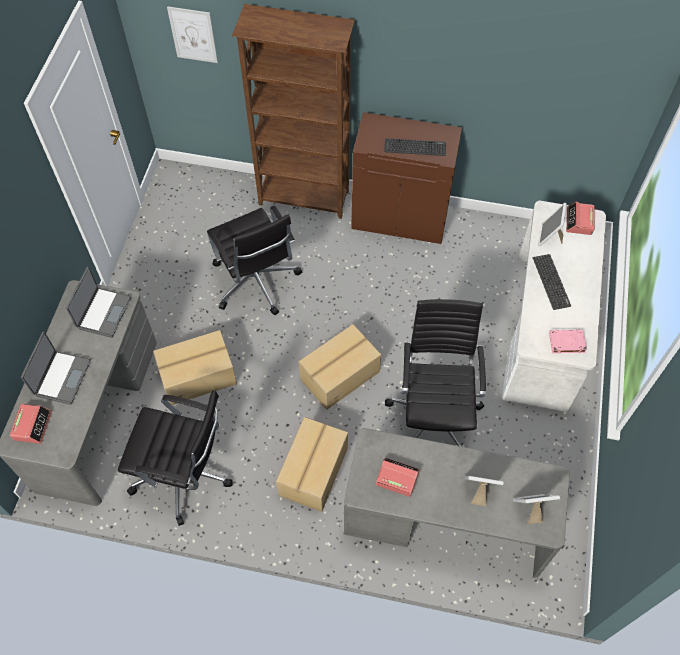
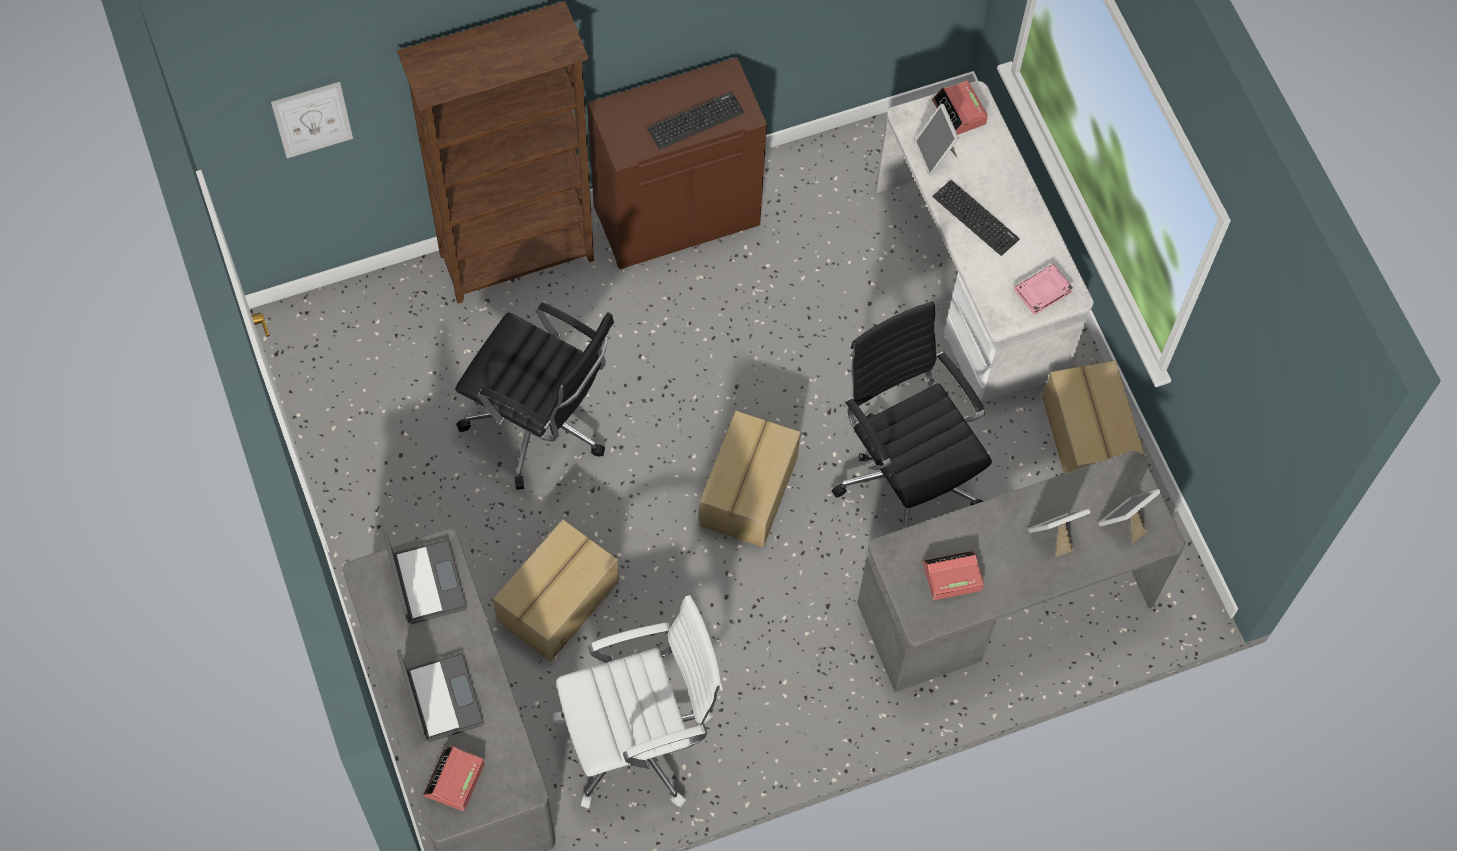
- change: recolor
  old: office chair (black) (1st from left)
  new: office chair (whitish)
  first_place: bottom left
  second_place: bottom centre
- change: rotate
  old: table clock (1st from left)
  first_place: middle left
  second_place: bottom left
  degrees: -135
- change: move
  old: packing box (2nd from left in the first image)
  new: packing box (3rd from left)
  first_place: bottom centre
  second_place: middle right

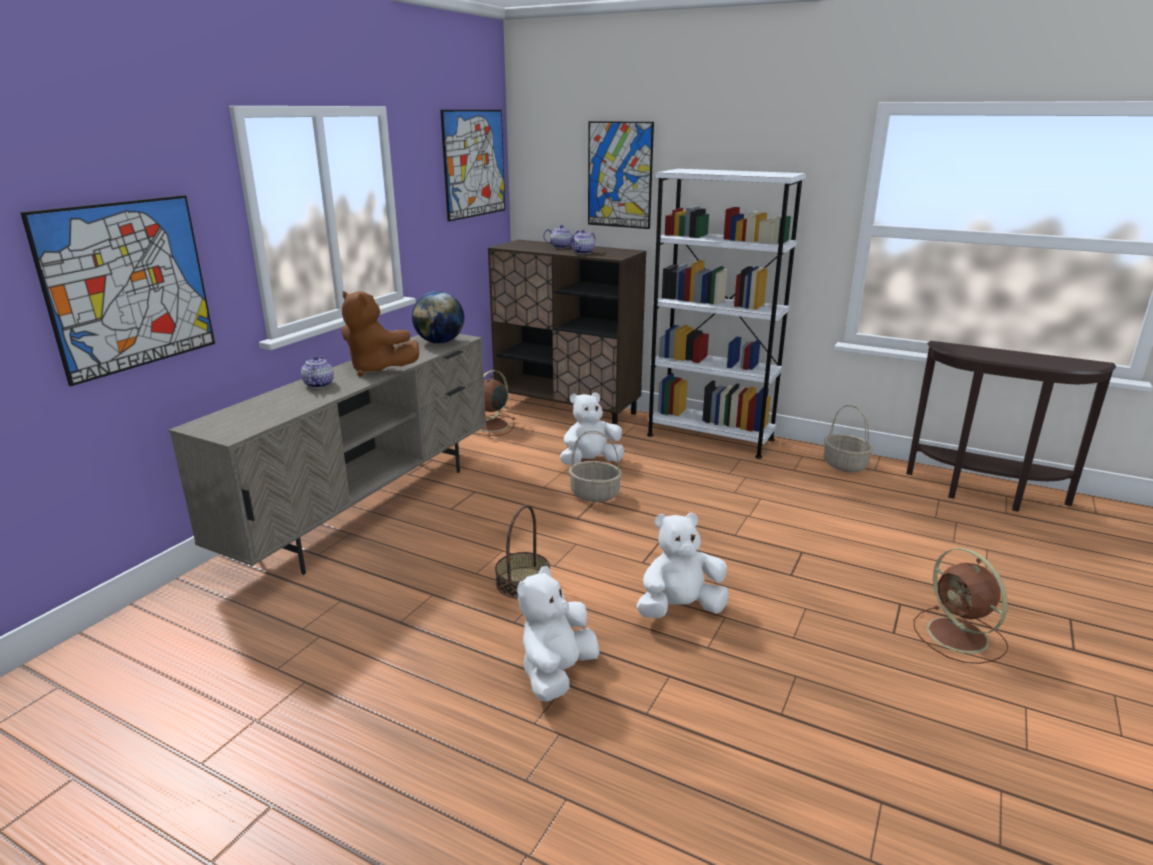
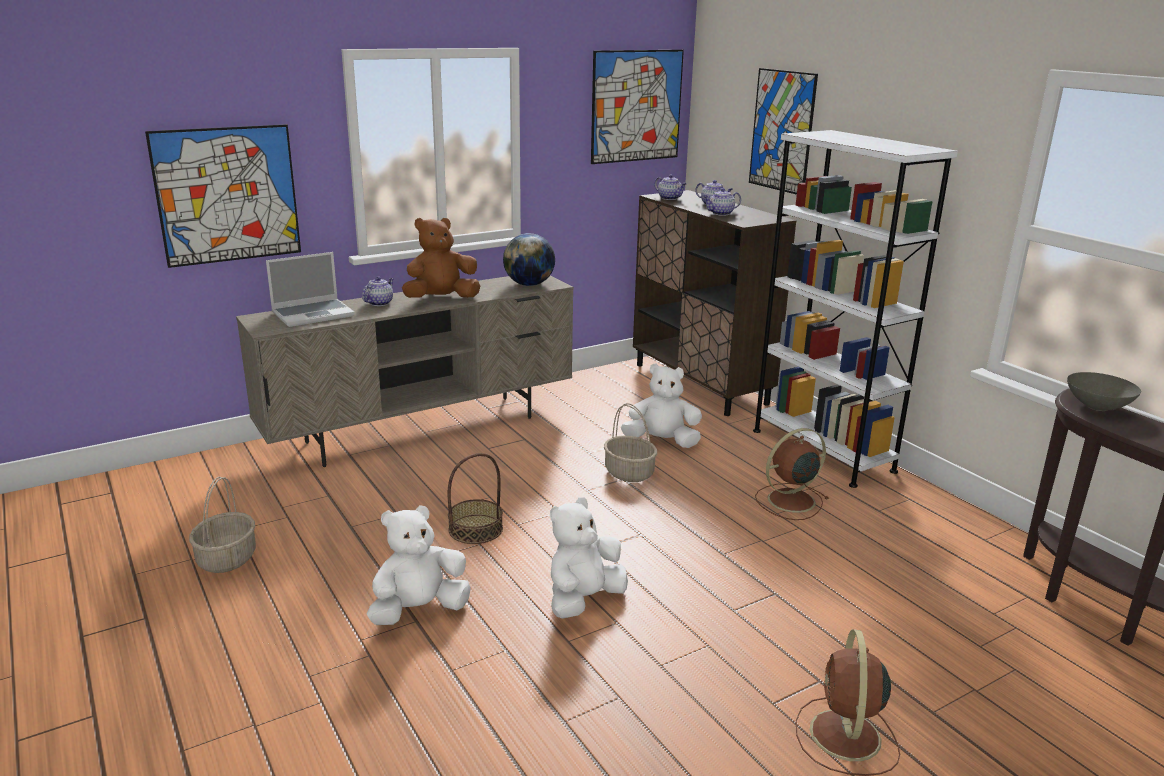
- change: rotate
  old: cuddly toy (brown-coloured)
  first_place: middle left
  second_place: top centre
  degrees: 90
- change: move
  old: cooling fan (brown-coloured) (1st from left)
  first_place: centre
  second_place: middle right
- change: move
  old: storage basket (3rd from left in the first image)
  new: storage basket (1st from left)
  first_place: middle right
  second_place: bottom left
- change: rotate
  old: cuddly toy (whitish) (3rd from left in the first image)
  first_place: centre
  second_place: bottom centre
  degrees: -60
- change: insert
  new: teapot (2nd from left)
  second_place: top centre
- change: insert
  new: portable computer
  second_place: middle left
- change: insert
  new: serving bowl (grey)
  second_place: middle right

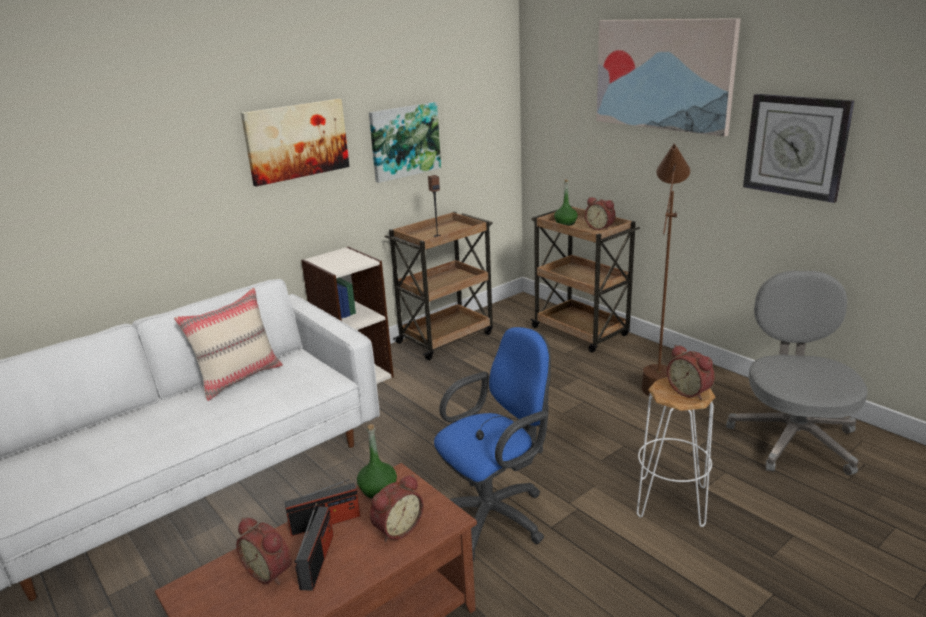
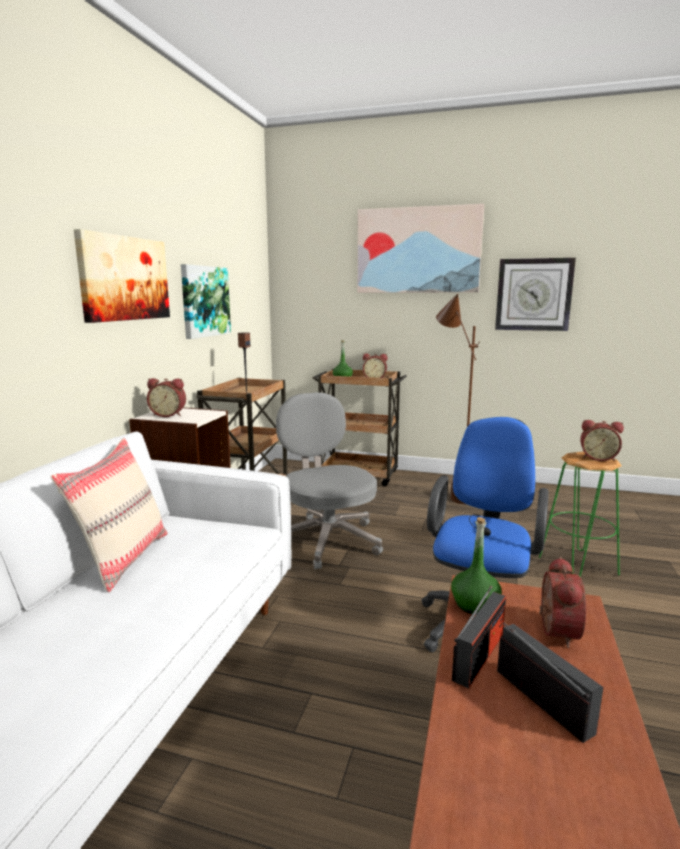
- change: move
  old: office chair (grey)
  first_place: middle right
  second_place: centre
- change: recolor
  old: stool seat (whitish)
  new: stool seat (green-coloured)
  first_place: bottom right
  second_place: middle right
- change: move
  old: table clock (1st from left)
  first_place: bottom left
  second_place: middle left

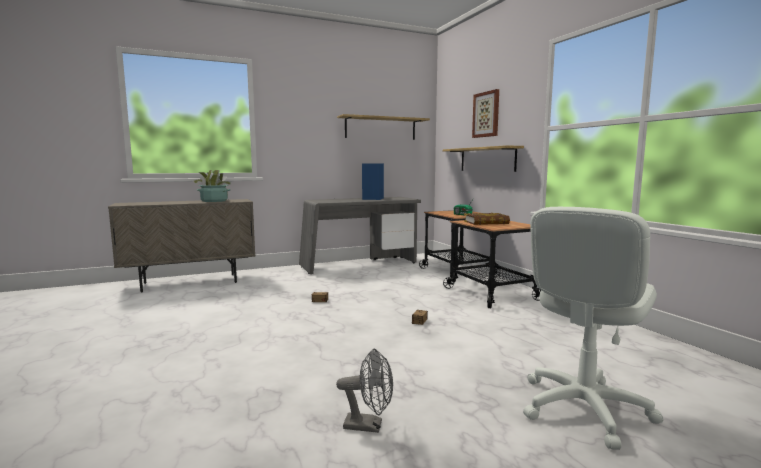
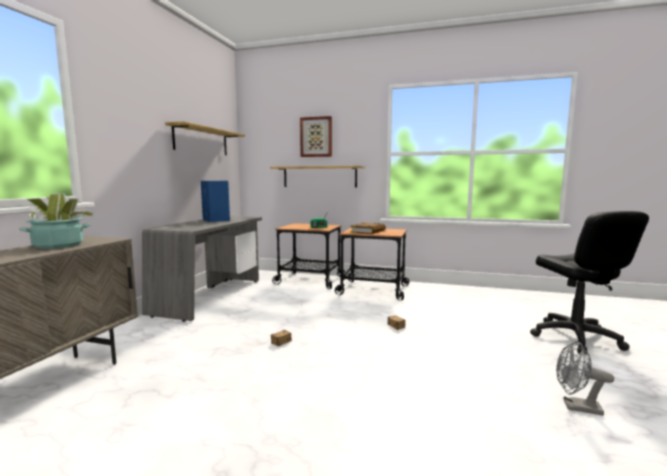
- change: recolor
  old: office chair (whitish)
  new: office chair (black)
  first_place: bottom right
  second_place: middle right
- change: rotate
  old: cooling fan (grey)
  first_place: bottom centre
  second_place: bottom right
  degrees: -120

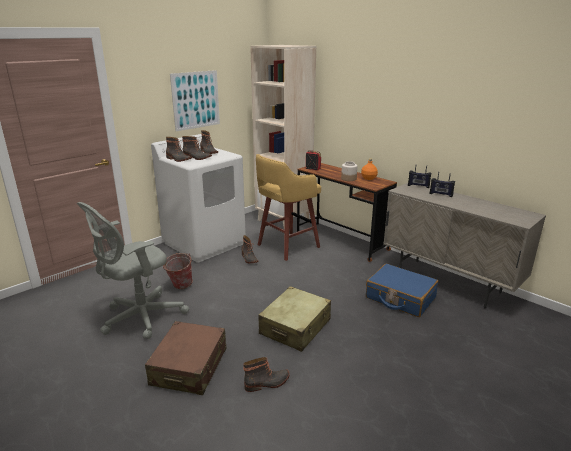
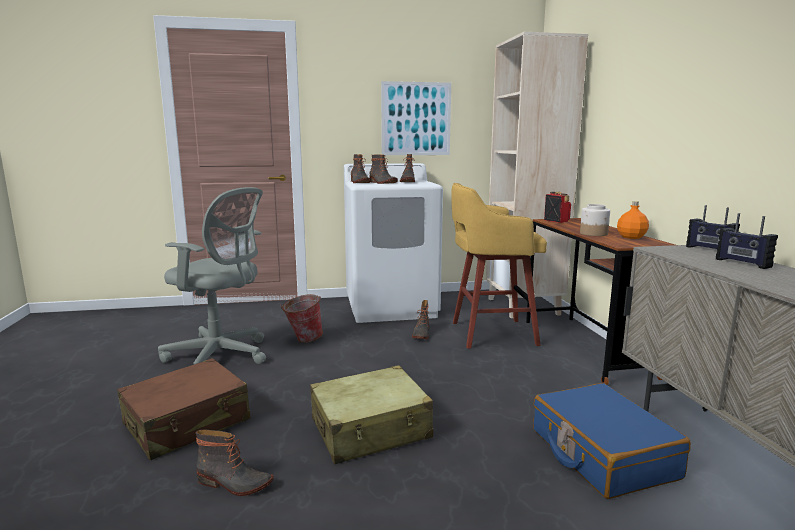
- change: rotate
  old: office chair (grey)
  first_place: middle left
  second_place: middle left
  degrees: -150

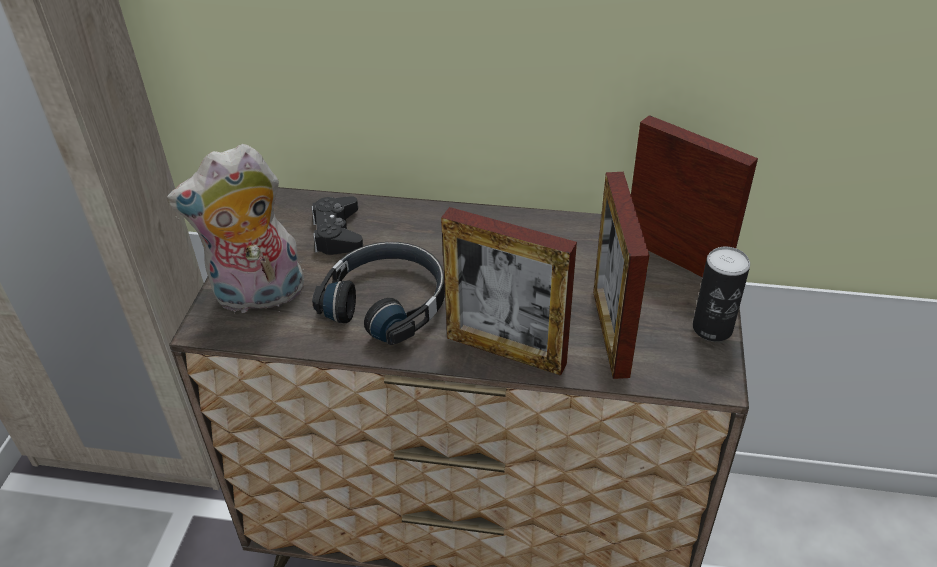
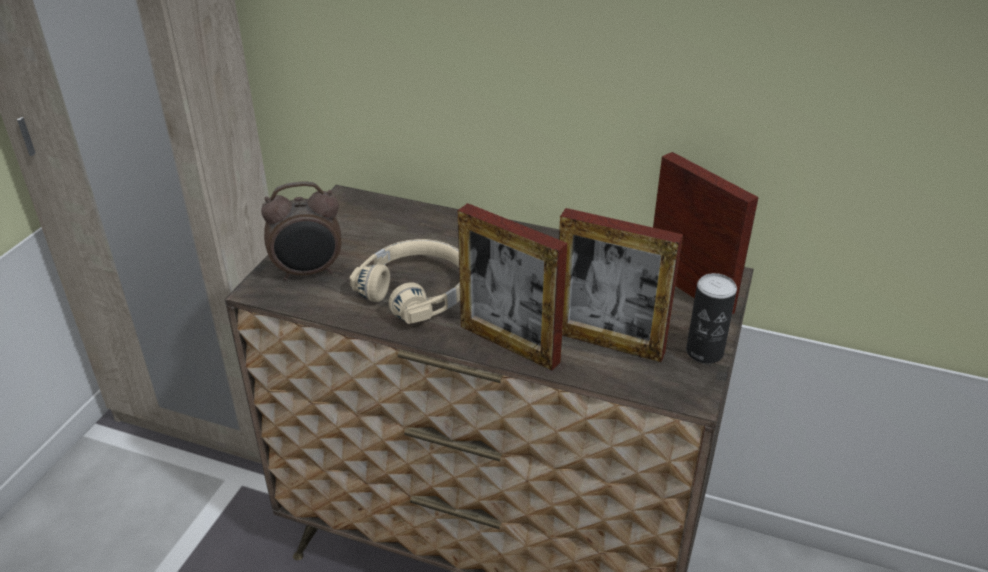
- change: replace
  old: cuddly toy
  new: table clock
  first_place: middle left
  second_place: middle left
- change: rotate
  old: photo frame (2nd from left)
  first_place: centre
  second_place: centre
  degrees: -75
- change: delete
  old: joypad (black)
  first_place: centre
- change: recolor
  old: headset (black)
  new: headset (beige-coloured)
  first_place: centre
  second_place: centre

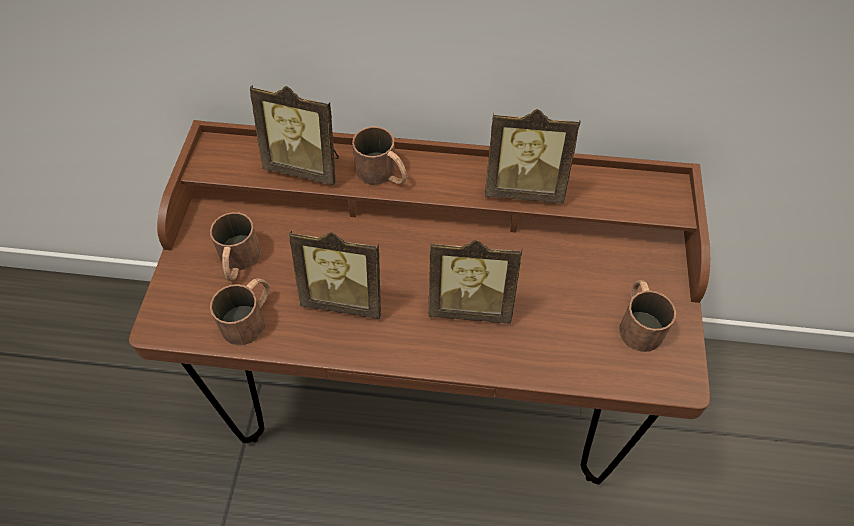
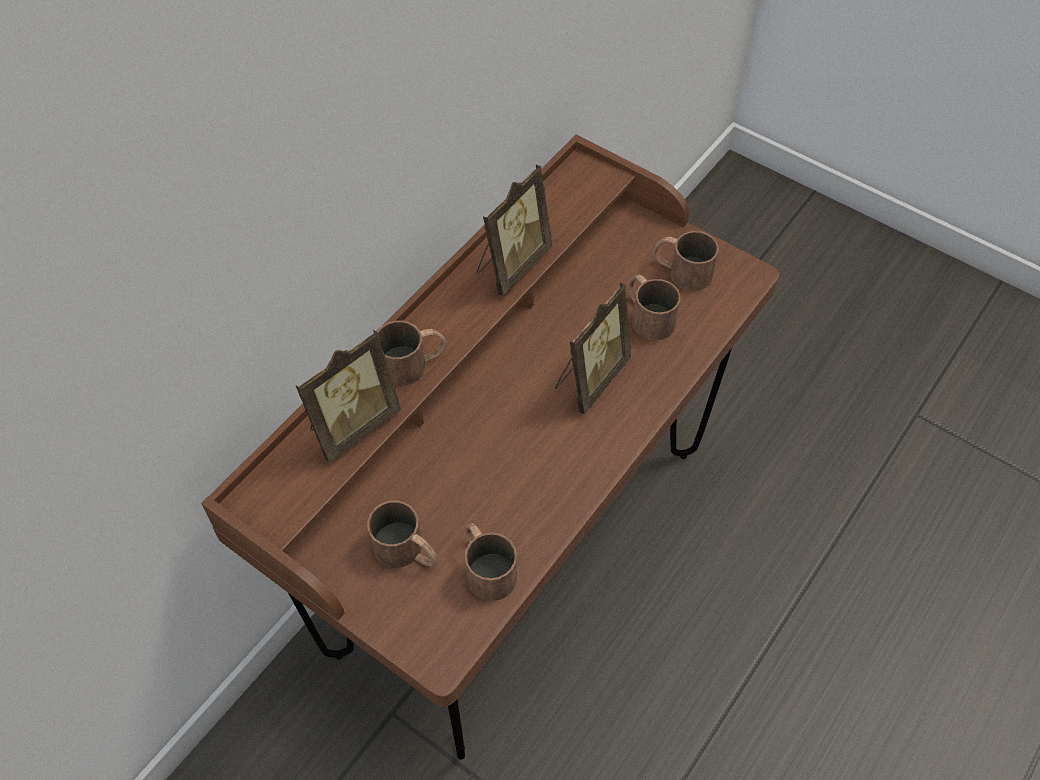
- change: delete
  old: photo frame (2nd from left)
  first_place: centre
- change: insert
  new: tea mug (brown-coloured) (4th from left)
  second_place: centre

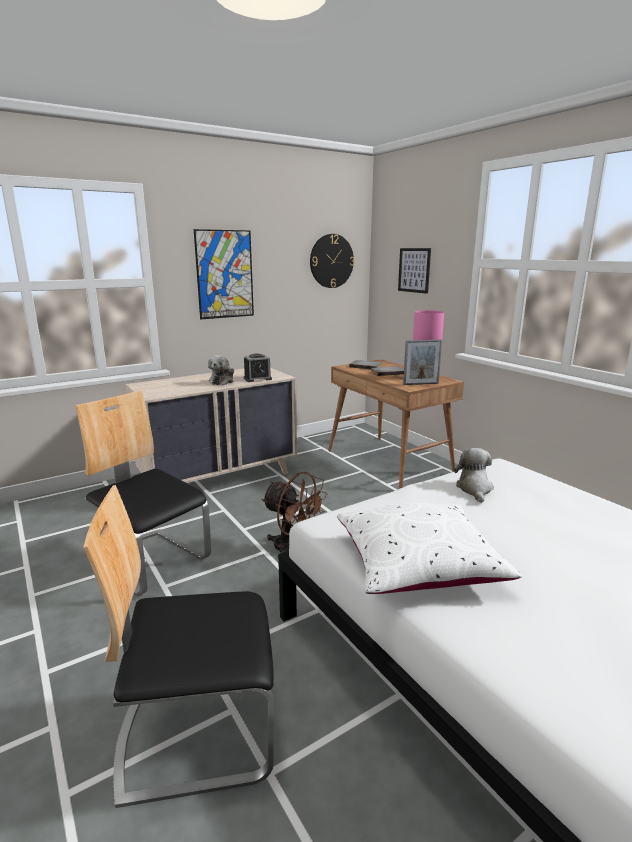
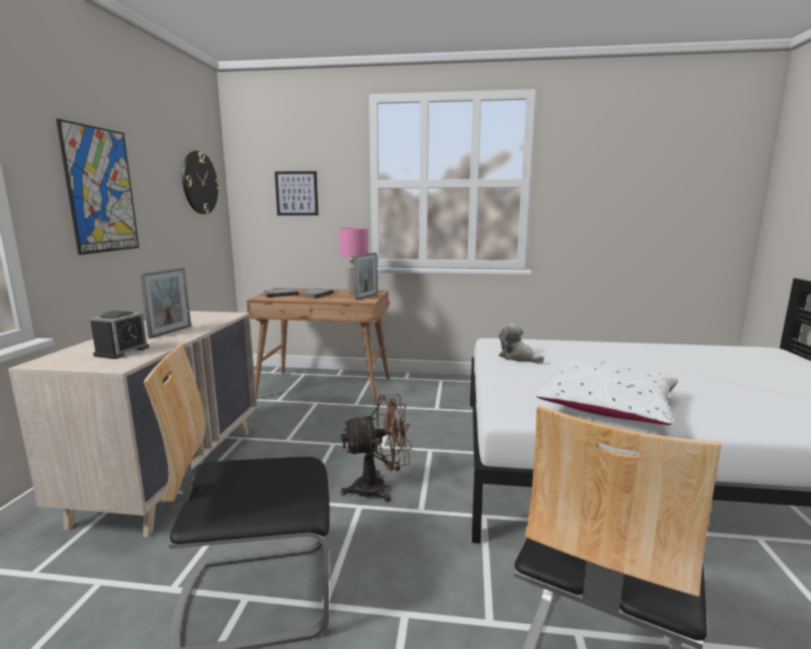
- change: move
  old: table clock
  first_place: centre
  second_place: middle left
- change: replace
  old: cuddly toy (1st from left)
  new: photo frame (1st from left)
  first_place: centre
  second_place: middle left

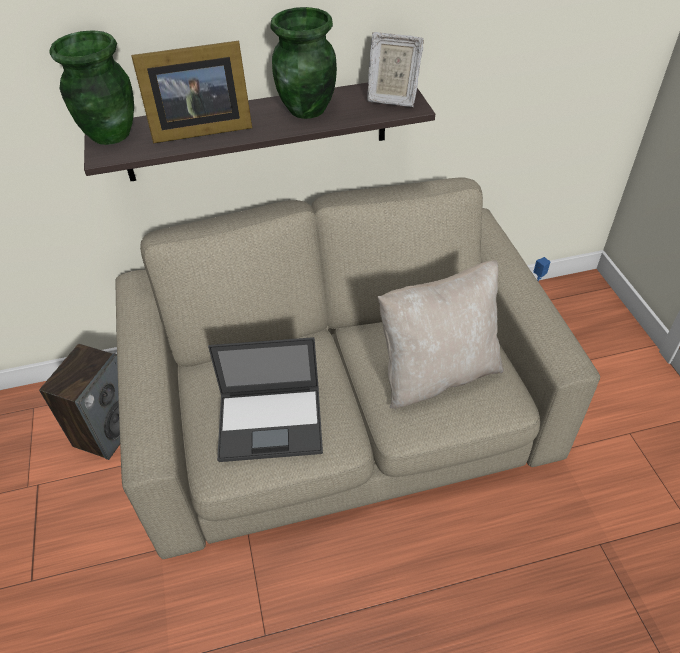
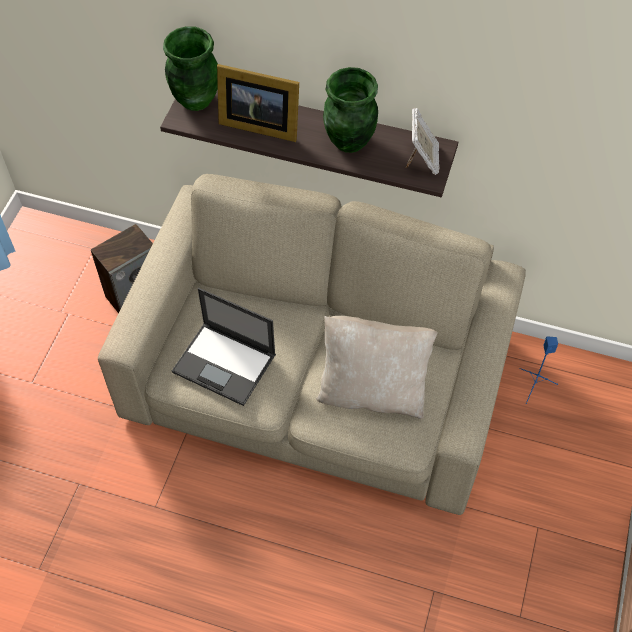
- change: rotate
  old: photo frame (2nd from left)
  first_place: top centre
  second_place: top right
  degrees: -135

